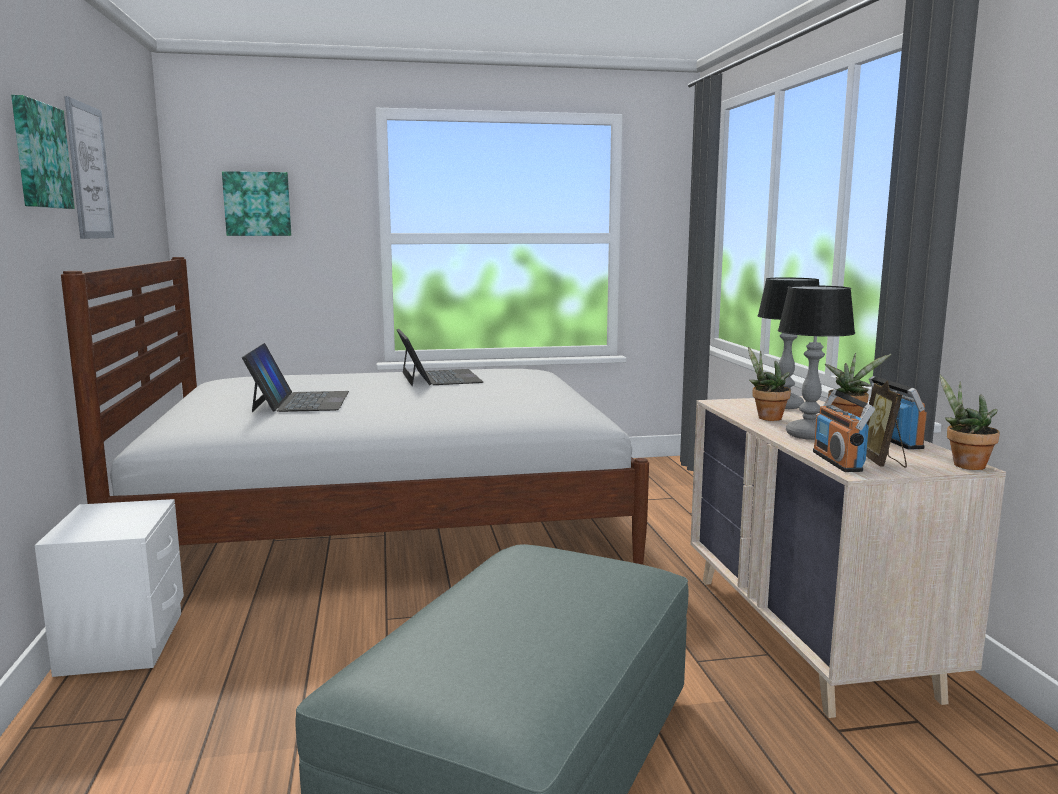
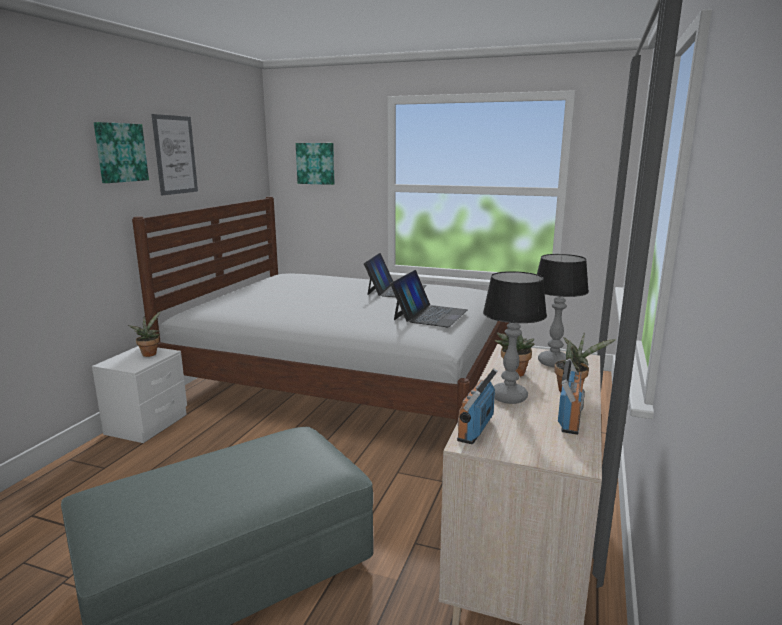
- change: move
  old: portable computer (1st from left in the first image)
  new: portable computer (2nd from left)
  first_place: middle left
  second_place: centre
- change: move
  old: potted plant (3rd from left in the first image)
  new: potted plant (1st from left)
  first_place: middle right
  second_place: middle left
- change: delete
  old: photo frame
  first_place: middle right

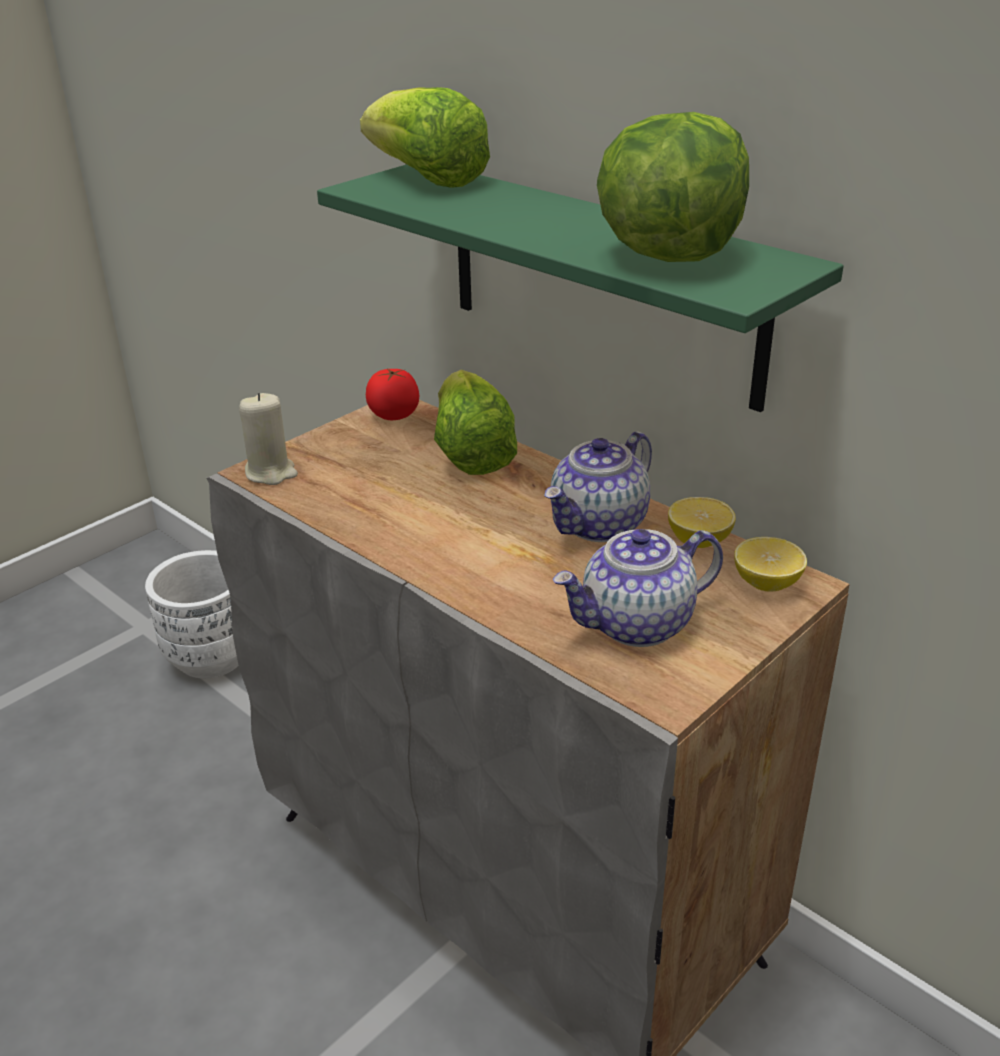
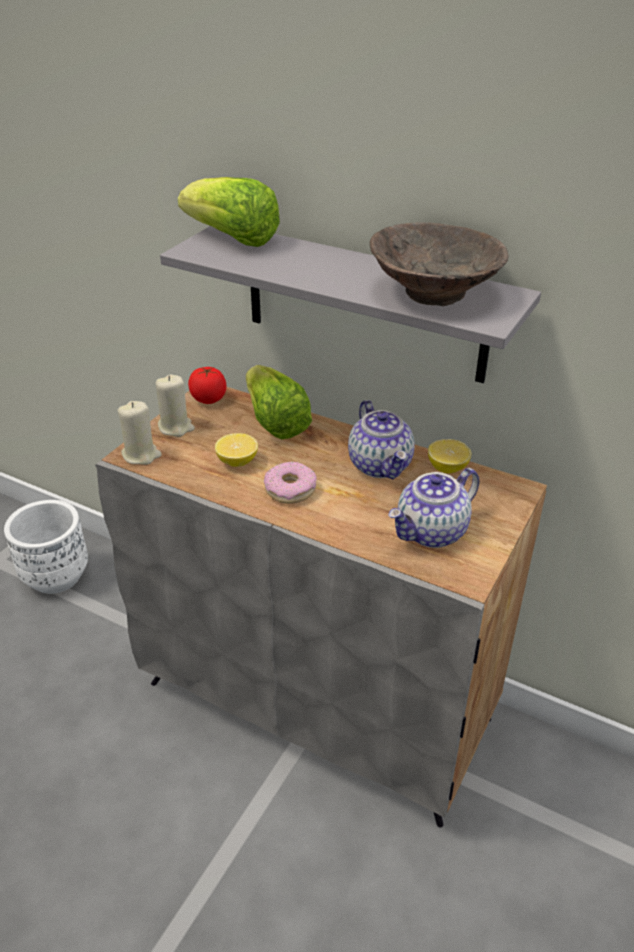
- change: replace
  old: head of lettuce (3rd from left)
  new: serving bowl (brown-coloured)
  first_place: top right
  second_place: top right
- change: recolor
  old: wall shelf (green-coloured)
  new: wall shelf (grey)
  first_place: top centre
  second_place: top centre
- change: rotate
  old: teapot (1st from left)
  first_place: centre
  second_place: centre
  degrees: -45
- change: move
  old: citrus fruit (2nd from left in the first image)
  new: citrus fruit (1st from left)
  first_place: middle right
  second_place: centre
- change: insert
  new: candle (beige-coloured) (2nd from left)
  second_place: middle left
- change: insert
  new: ring doughnut
  second_place: centre

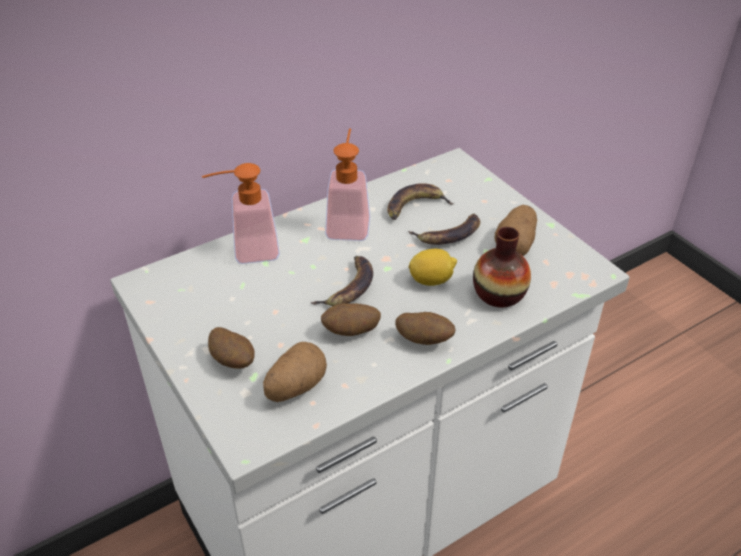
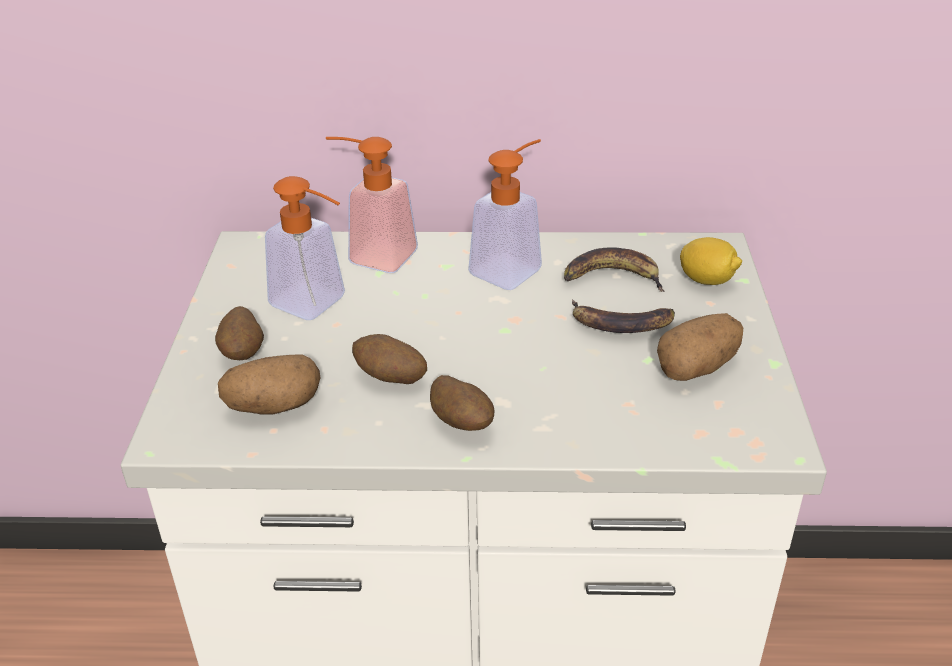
- change: delete
  old: decorative vase
  first_place: middle right
- change: move
  old: citrus fruit
  first_place: centre
  second_place: middle right
- change: delete
  old: banana (1st from left)
  first_place: centre
- change: insert
  new: soap bottle (1st from left)
  second_place: middle left

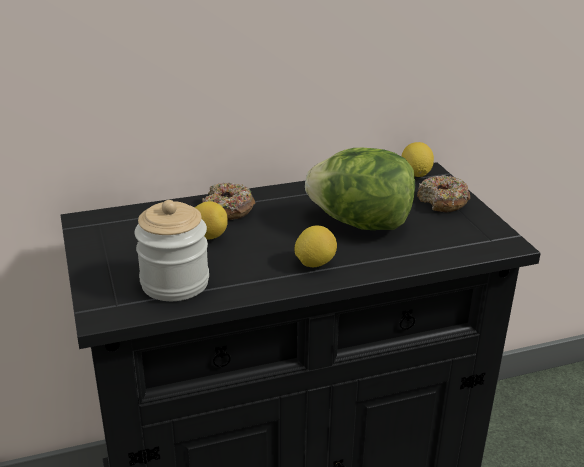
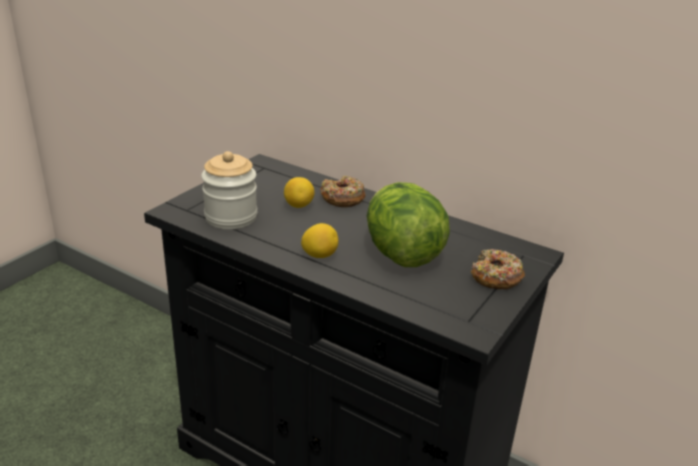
- change: delete
  old: citrus fruit (3rd from left)
  first_place: middle right

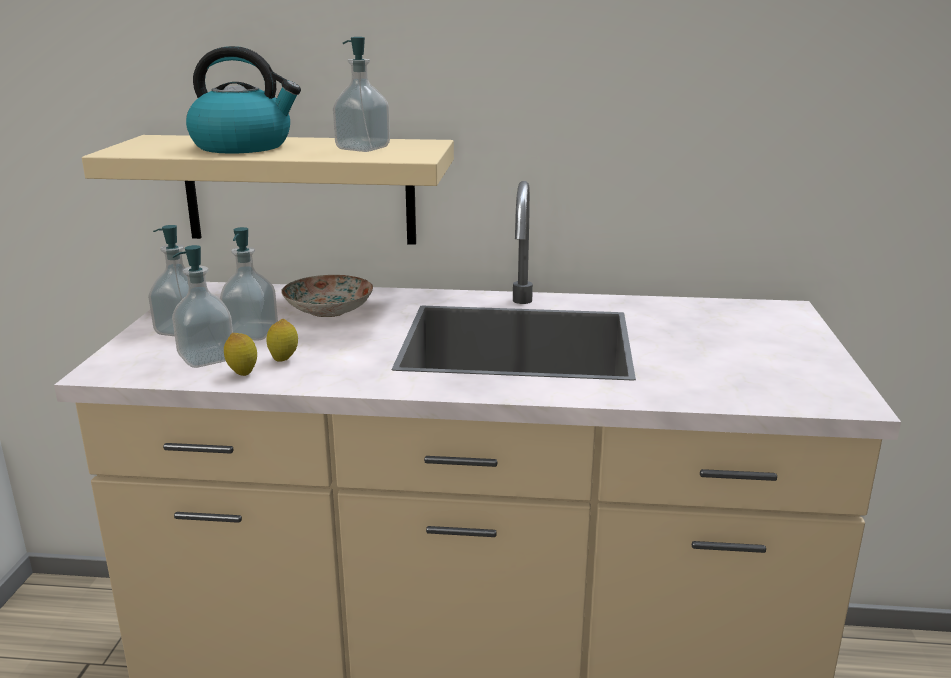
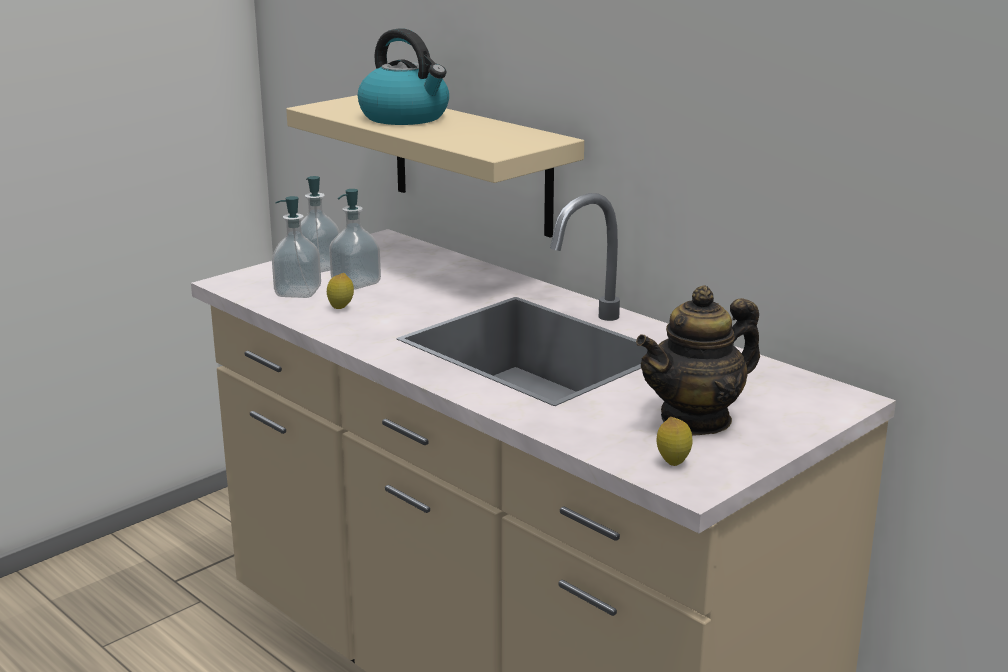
- change: delete
  old: soap bottle (4th from left)
  first_place: top centre
- change: delete
  old: plate
  first_place: centre
- change: move
  old: citrus fruit (1st from left in the first image)
  new: citrus fruit (2nd from left)
  first_place: middle left
  second_place: middle right
- change: insert
  new: teapot
  second_place: middle right

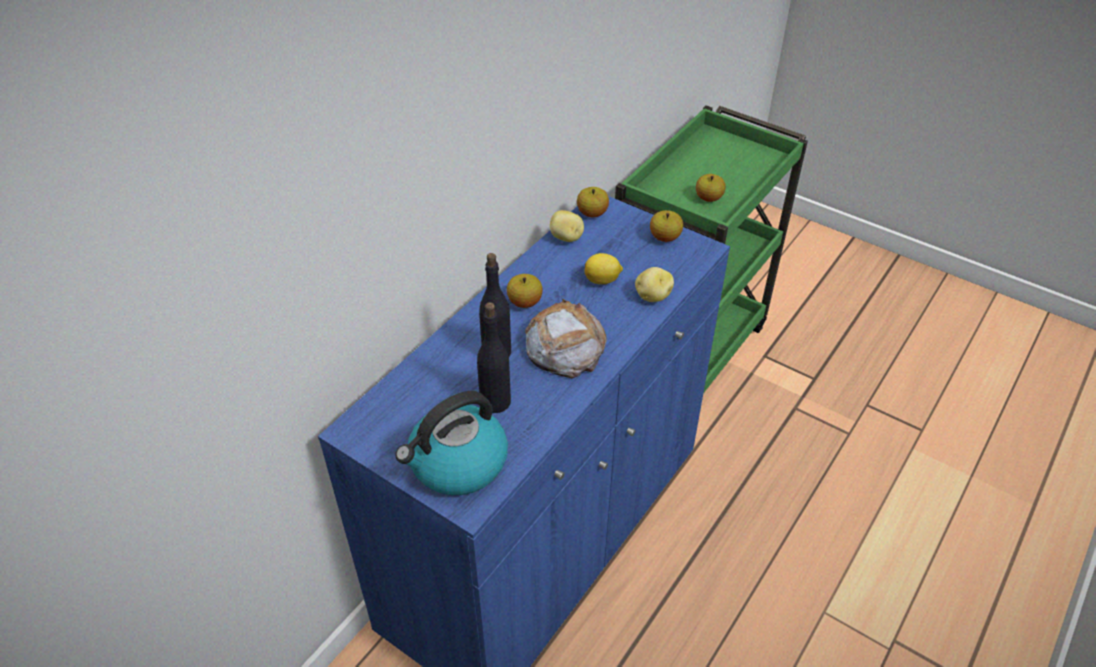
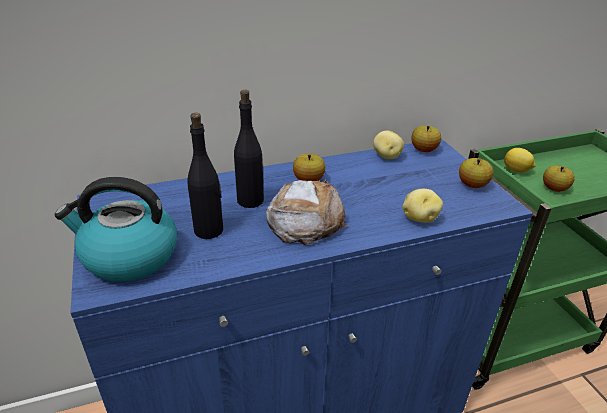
- change: move
  old: citrus fruit
  first_place: centre
  second_place: middle right

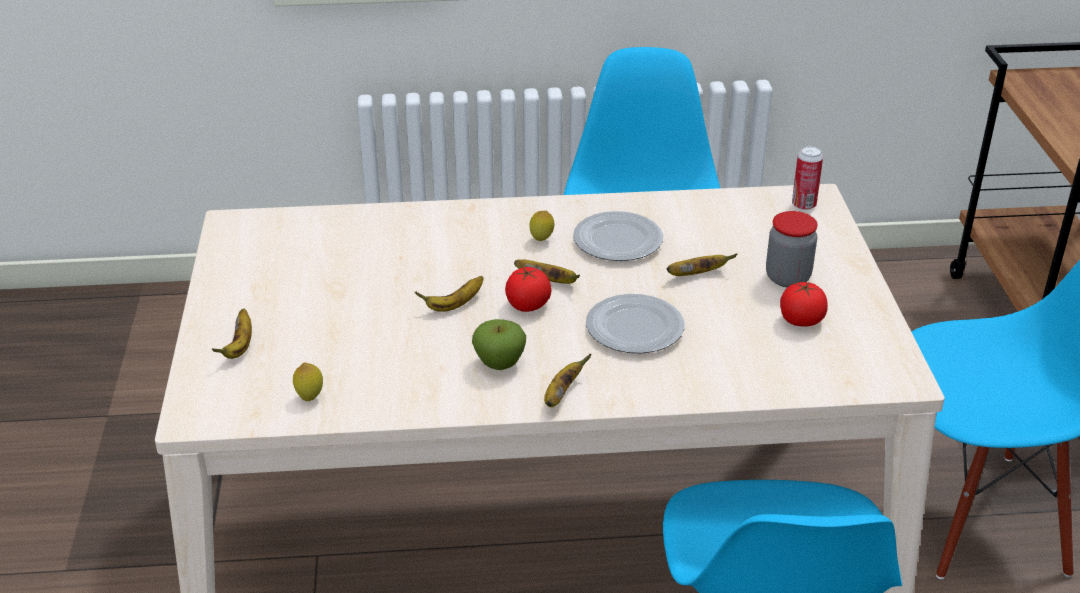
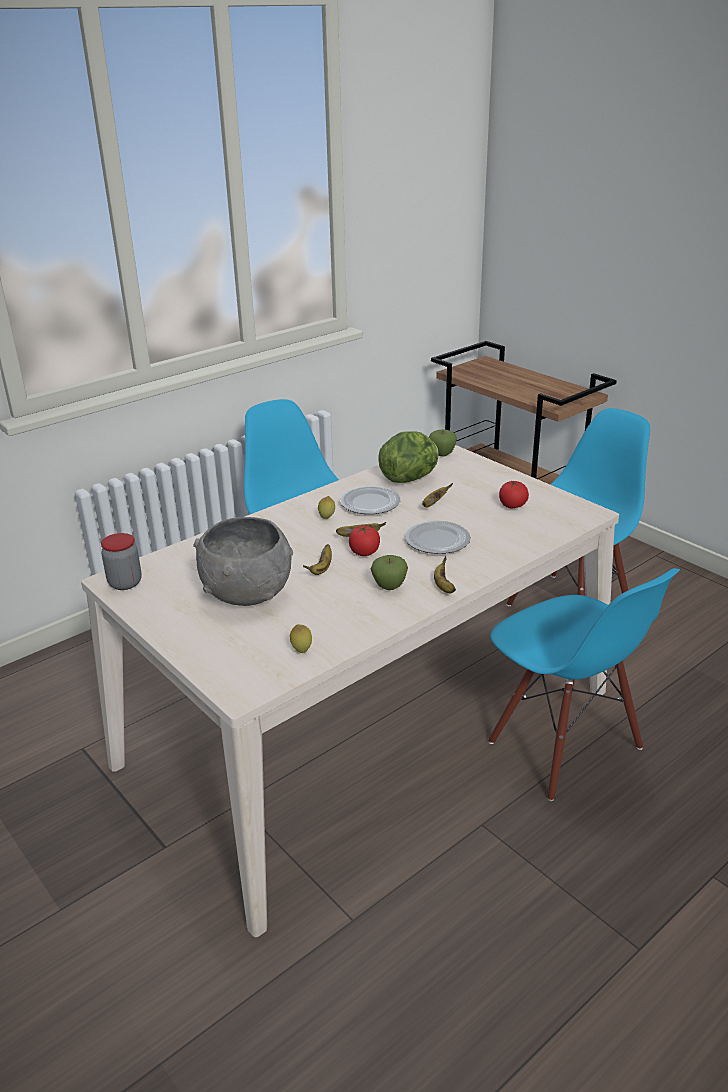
- change: replace
  old: sealed can
  new: apple fruit (2nd from left)
  first_place: top right
  second_place: centre
- change: move
  old: storage jar
  first_place: middle right
  second_place: middle left
- change: delete
  old: banana (1st from left)
  first_place: middle left
- change: insert
  new: head of lettuce
  second_place: centre
- change: insert
  new: serving bowl (grey)
  second_place: centre

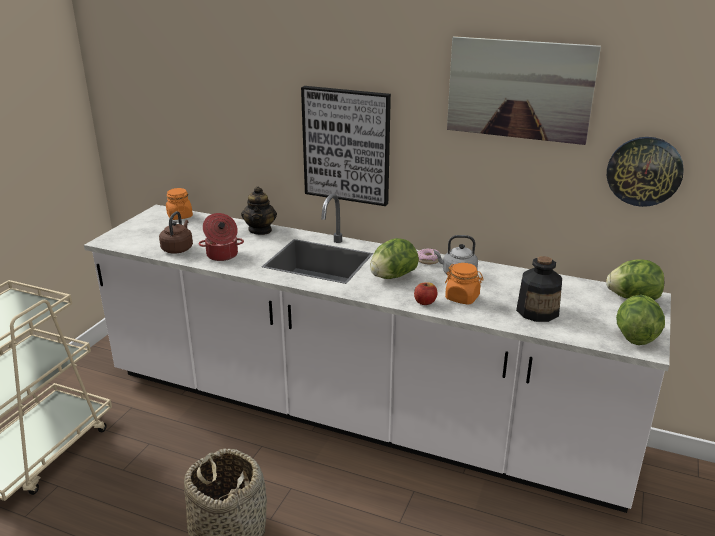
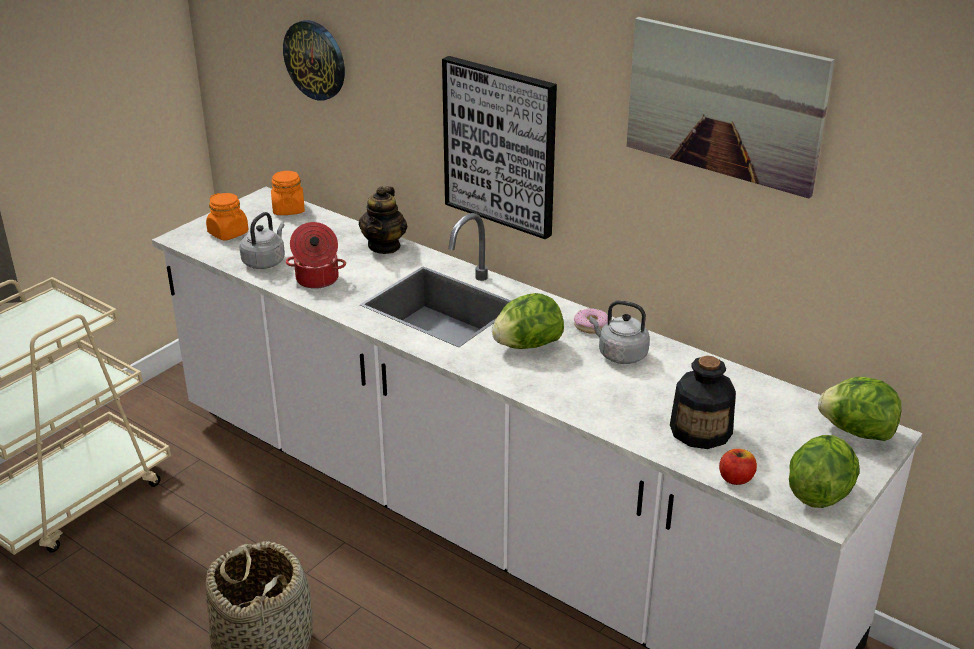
- change: move
  old: wall clock
  first_place: top right
  second_place: top left
- change: recolor
  old: kettle (brown-coloured)
  new: kettle (grey) (1st from left)
  first_place: middle left
  second_place: middle left
- change: move
  old: storage jar (orangey) (2nd from left in the first image)
  new: storage jar (orangey) (1st from left)
  first_place: centre
  second_place: top left
- change: move
  old: apple fruit
  first_place: centre
  second_place: bottom right

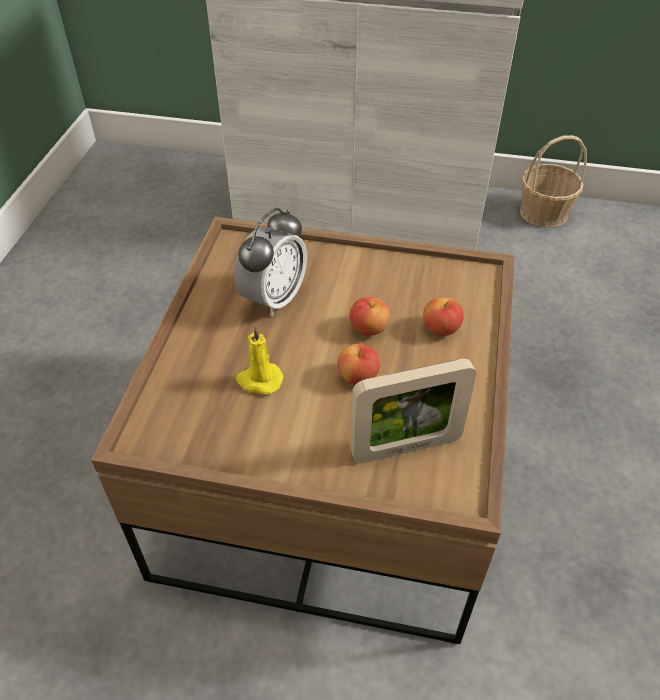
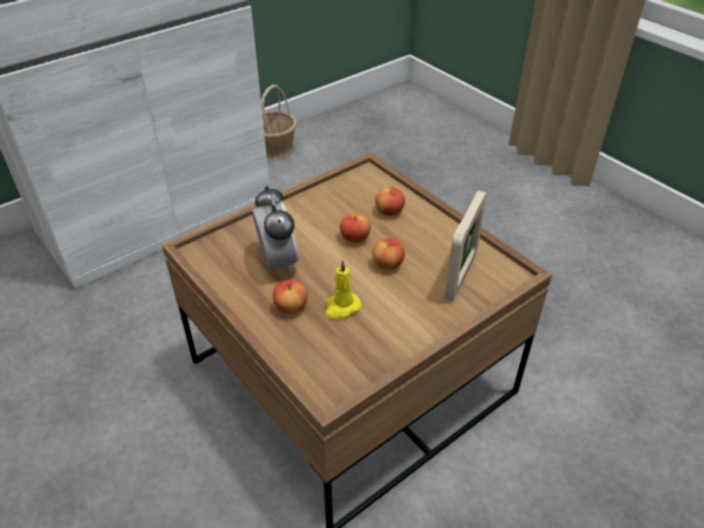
- change: insert
  new: apple fruit (1st from left)
  second_place: centre

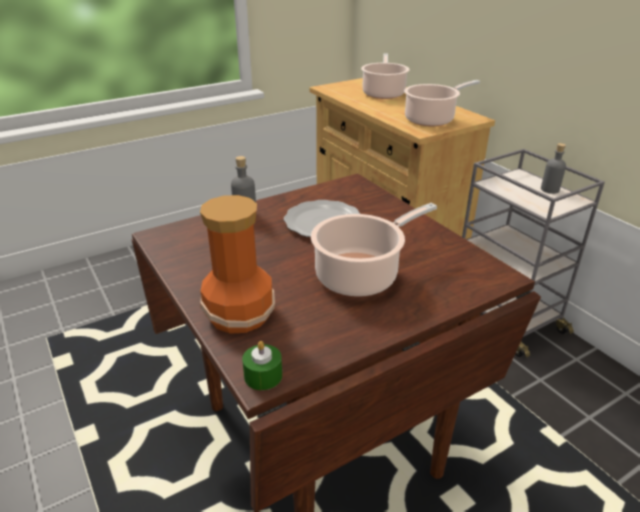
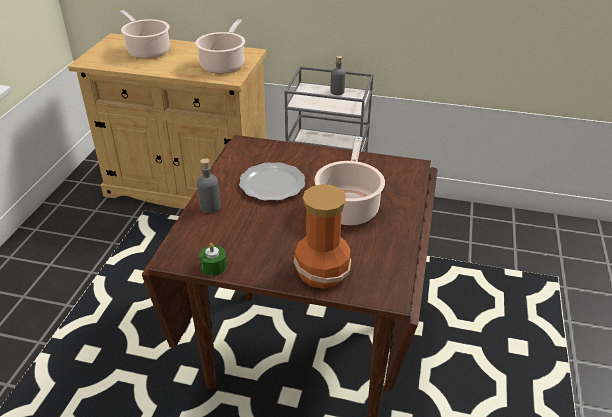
- change: move
  old: candle (green-coloured)
  first_place: bottom centre
  second_place: centre

